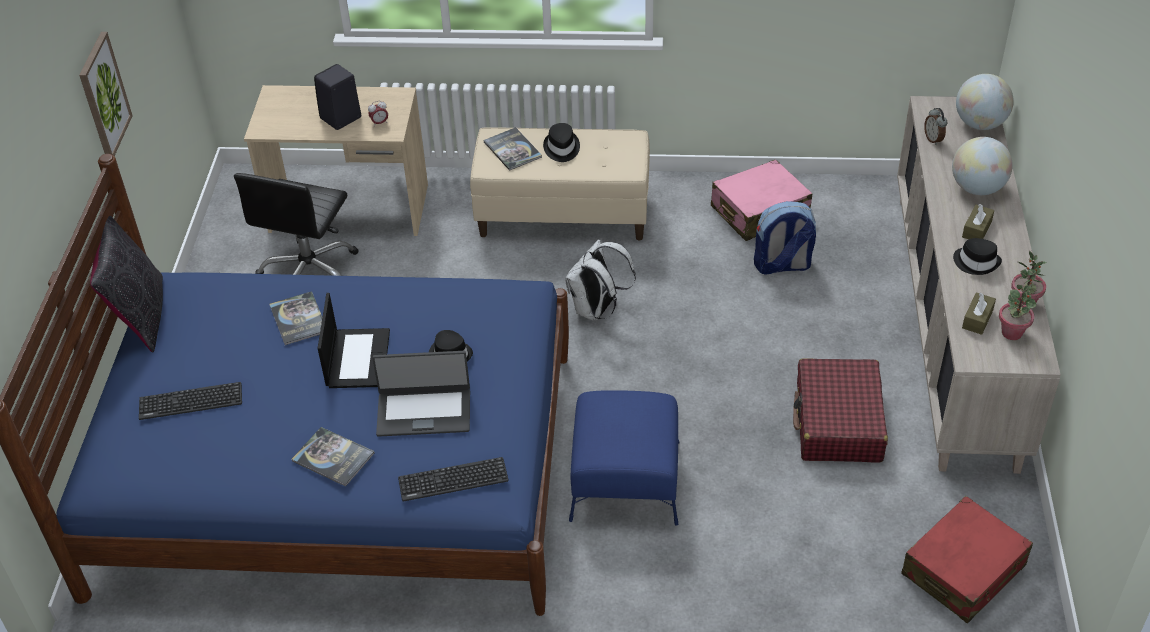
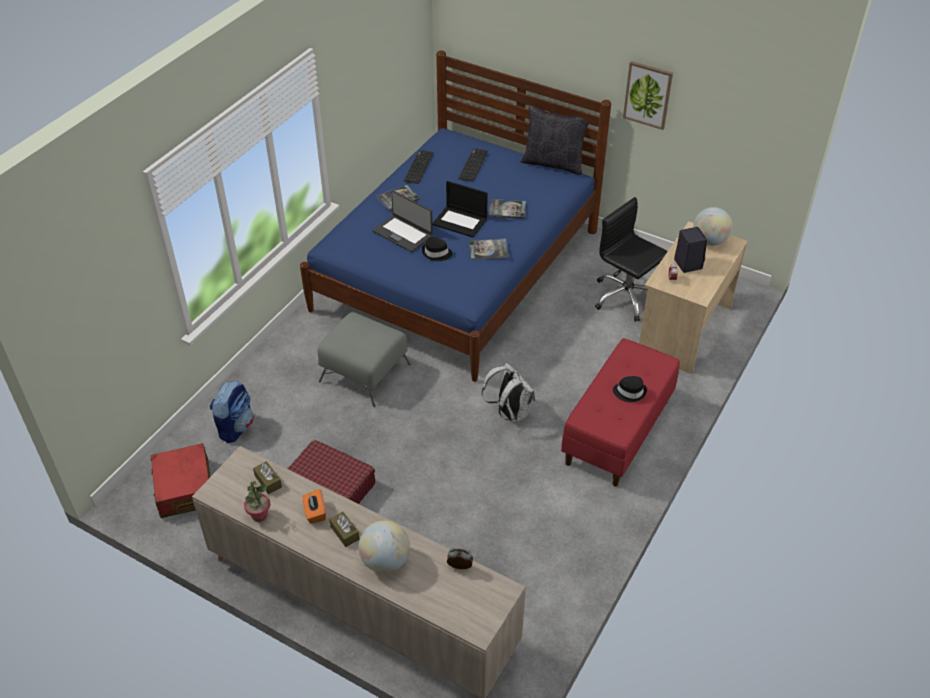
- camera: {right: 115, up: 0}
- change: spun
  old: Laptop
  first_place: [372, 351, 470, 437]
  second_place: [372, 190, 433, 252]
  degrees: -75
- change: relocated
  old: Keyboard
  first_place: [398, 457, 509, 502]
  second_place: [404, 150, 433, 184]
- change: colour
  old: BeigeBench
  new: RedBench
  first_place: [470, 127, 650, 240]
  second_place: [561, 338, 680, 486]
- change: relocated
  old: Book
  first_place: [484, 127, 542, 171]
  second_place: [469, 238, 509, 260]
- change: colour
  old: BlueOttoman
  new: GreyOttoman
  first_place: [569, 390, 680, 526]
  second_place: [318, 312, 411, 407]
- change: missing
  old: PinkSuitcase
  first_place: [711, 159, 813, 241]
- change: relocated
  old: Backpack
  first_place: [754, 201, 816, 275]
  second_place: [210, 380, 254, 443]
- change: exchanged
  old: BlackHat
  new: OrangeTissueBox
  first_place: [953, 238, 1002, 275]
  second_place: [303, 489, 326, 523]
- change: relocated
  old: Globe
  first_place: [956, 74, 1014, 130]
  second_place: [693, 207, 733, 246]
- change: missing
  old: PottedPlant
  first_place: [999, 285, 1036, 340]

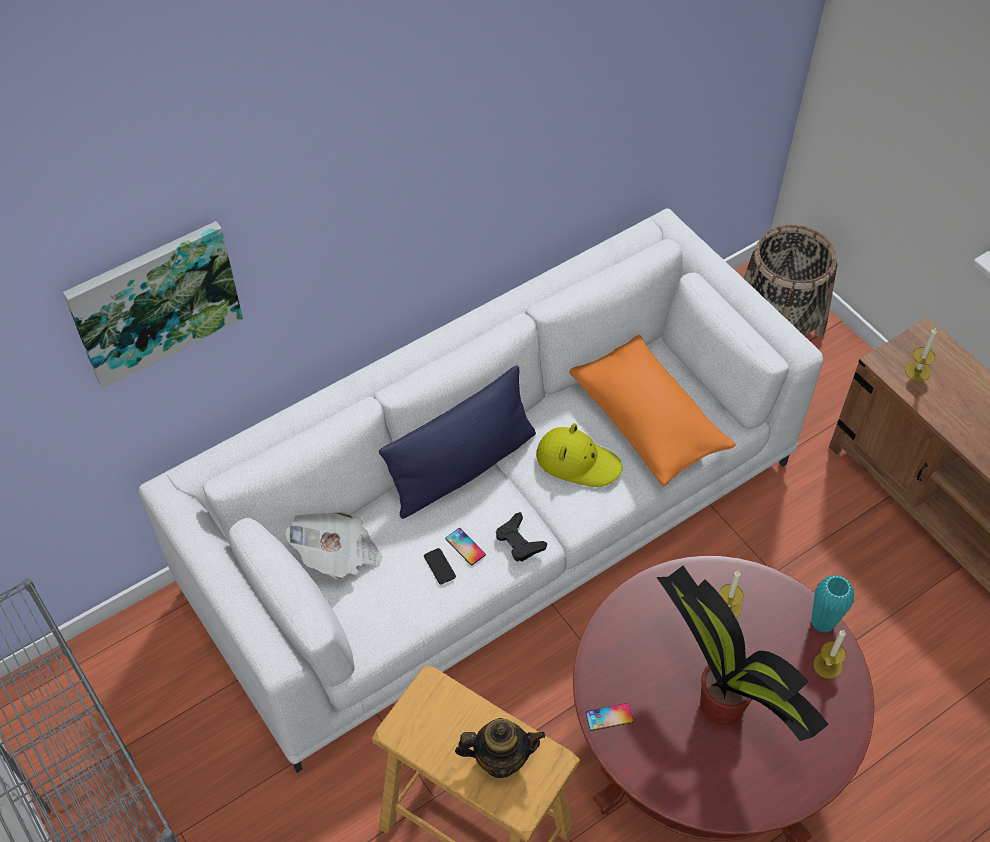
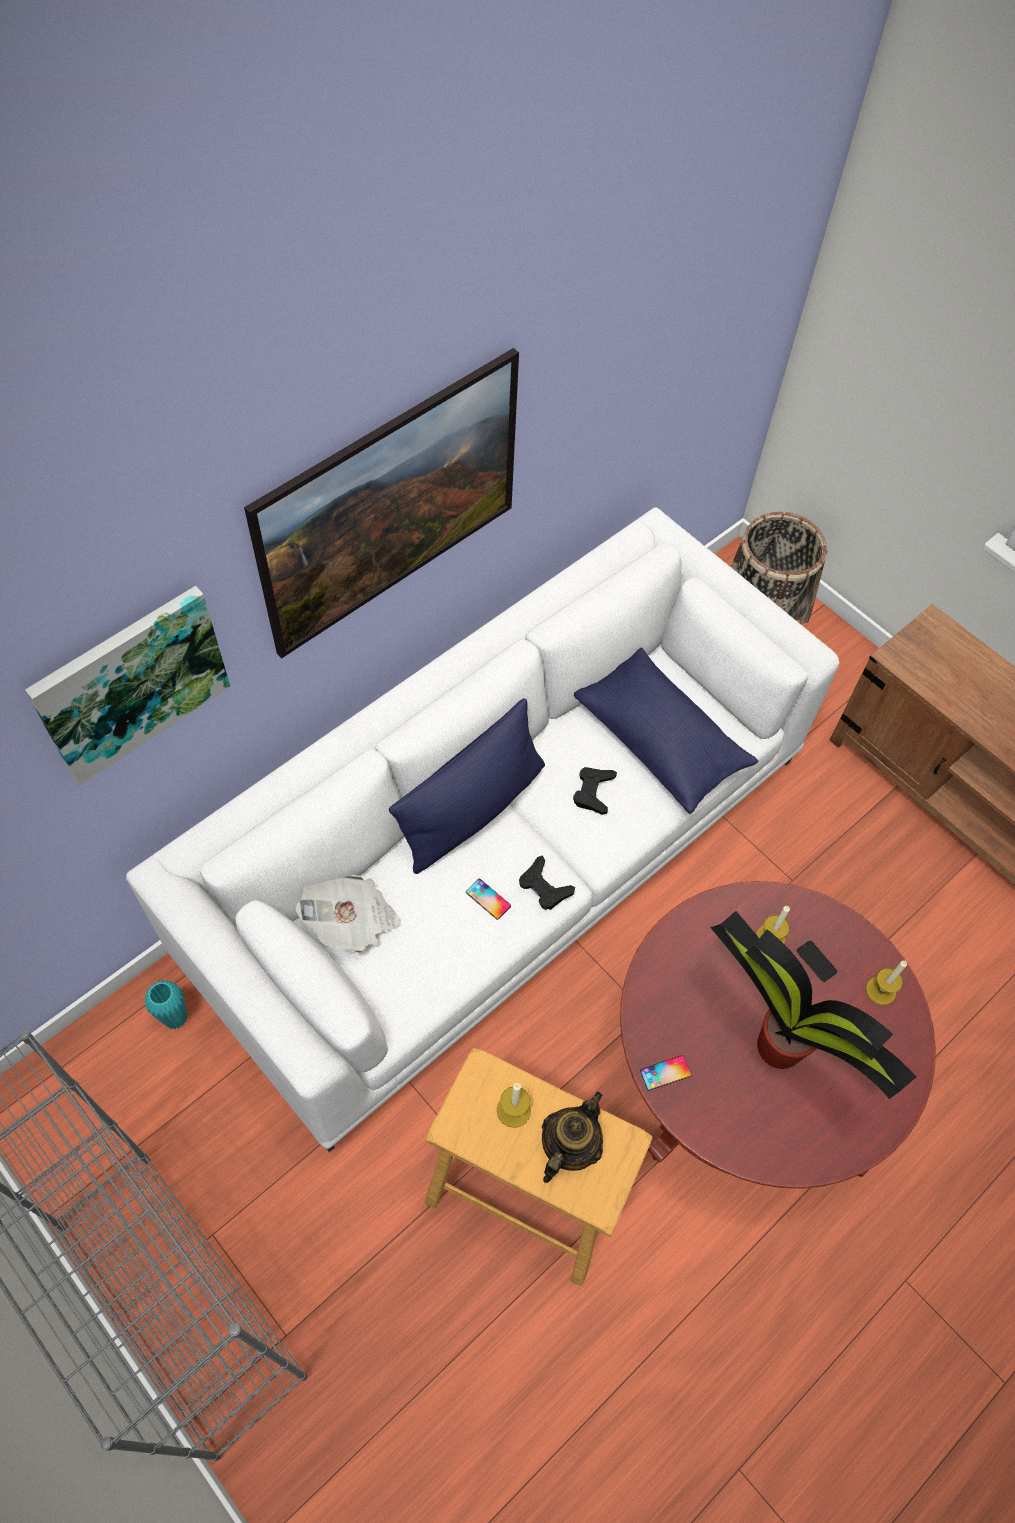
- camera: {right: -10, up: 5}
- change: relocated
  old: Phone
  first_place: [424, 548, 456, 585]
  second_place: [797, 941, 837, 982]
- change: spun
  old: Teapot
  first_place: [455, 718, 545, 778]
  second_place: [542, 1092, 603, 1183]
  degrees: -45
- change: exchanged
  old: YellowHat
  new: BlackGameController
  first_place: [536, 423, 623, 487]
  second_place: [573, 767, 617, 815]
- change: colour
  old: OrangePillow
  new: BluePillow
  first_place: [569, 335, 736, 487]
  second_place: [574, 648, 758, 814]
- change: relocated
  old: TurquoiseVase
  first_place: [811, 575, 854, 633]
  second_place: [145, 980, 187, 1029]
- change: relocated
  old: Candle
  first_place: [905, 328, 937, 382]
  second_place: [497, 1083, 531, 1128]
- change: appeared
  new: Picture
  second_place: [244, 348, 519, 658]

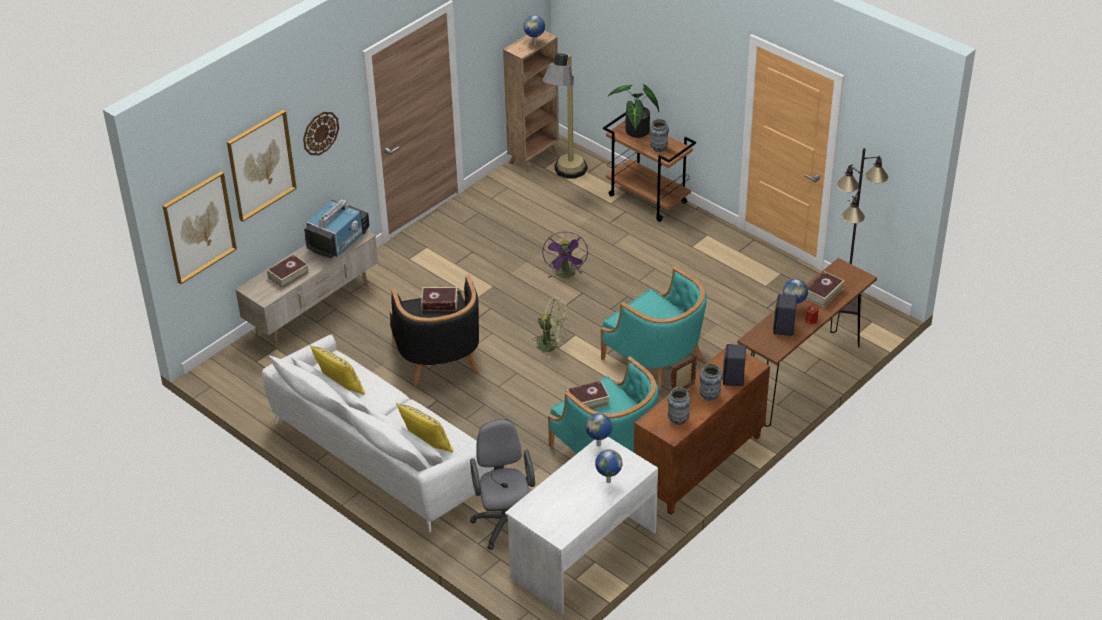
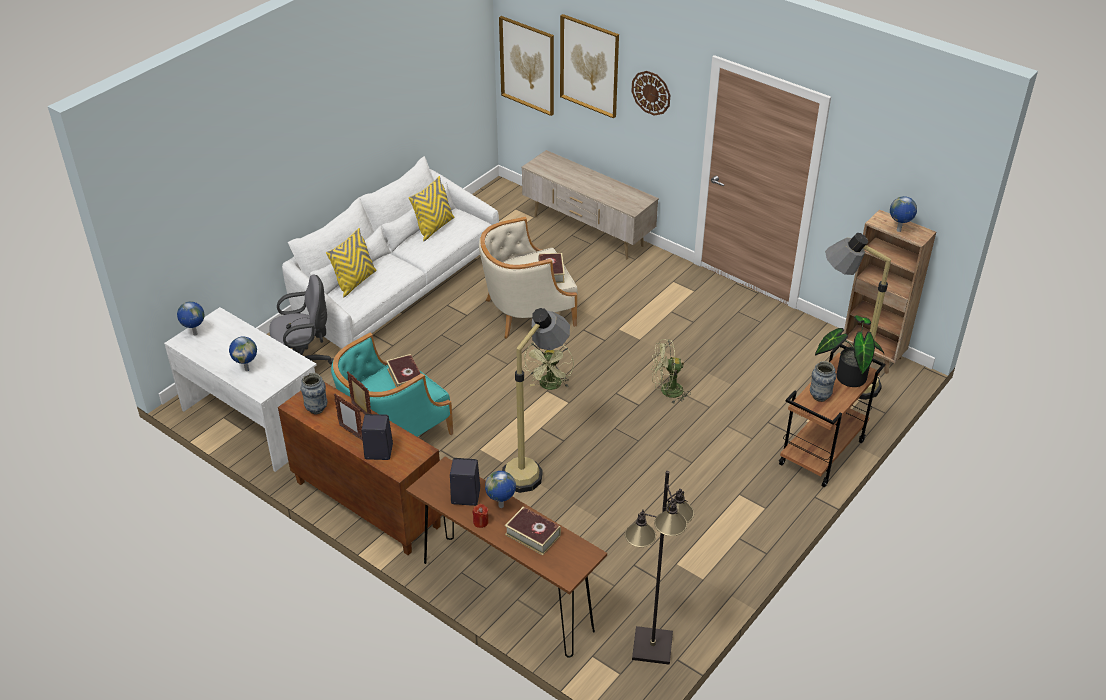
- camera: {right: 85, up: 0}
- change: missing
  old: Book
  first_place: [267, 254, 310, 289]
- change: missing
  old: Television
  first_place: [304, 199, 370, 258]
- change: colour
  old: BlackArmchair
  new: BeigeArmchair
  first_place: [389, 274, 479, 387]
  second_place: [479, 217, 578, 339]
- change: colour
  old: PurpleFan
  new: GreenFan
  first_place: [542, 232, 588, 278]
  second_place: [651, 340, 691, 403]
- change: relocated
  old: Globe
  first_place: [585, 413, 612, 446]
  second_place: [177, 301, 205, 336]
- change: exchanged
  old: TurquoiseArmchair
  new: FloorLamp
  first_place: [601, 266, 707, 391]
  second_place: [502, 308, 570, 493]
- change: exchanged
  old: Vase
  new: PictureFrame
  first_place: [699, 363, 722, 401]
  second_place: [334, 393, 363, 441]

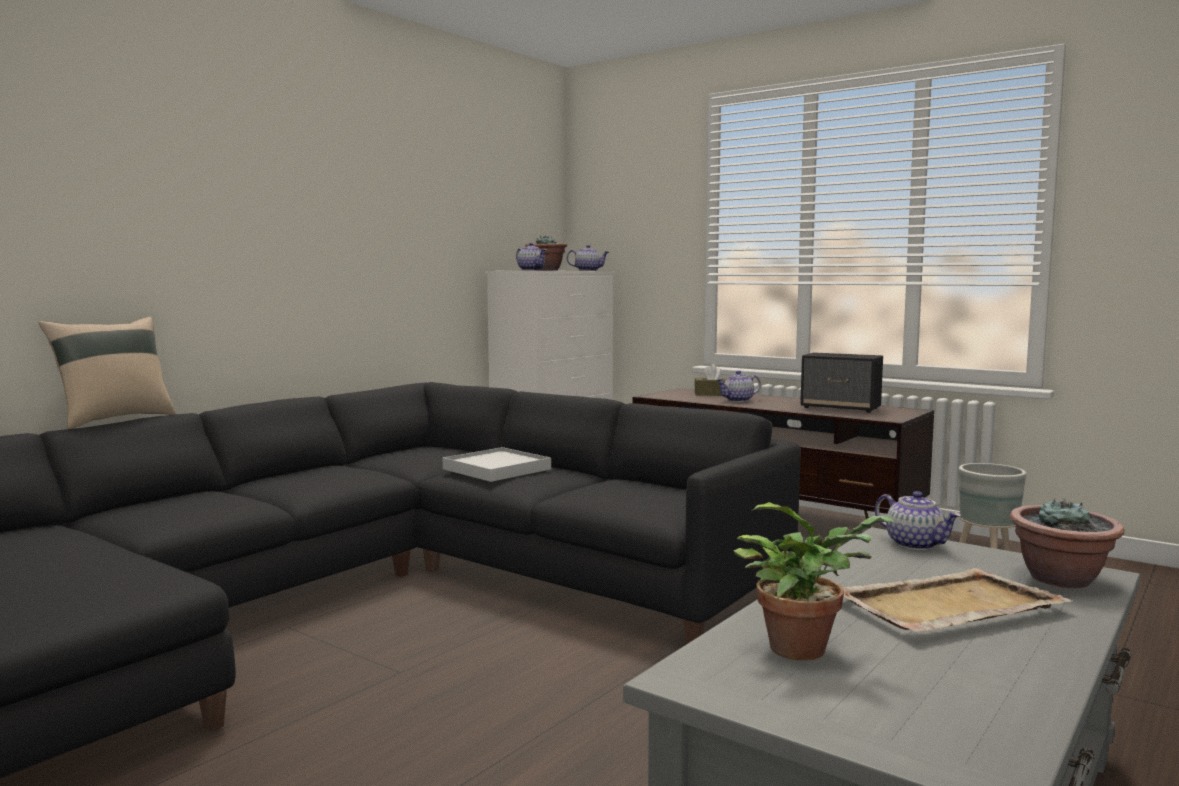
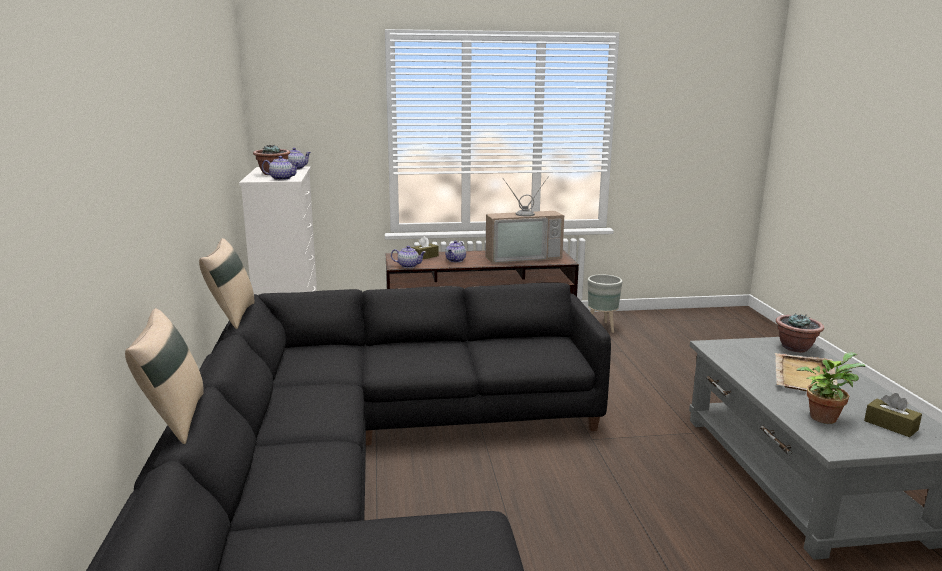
- camera: {right: -45, up: 10}
- change: missing
  old: WhiteTray
  first_place: [443, 447, 551, 482]
- change: exchanged
  old: Speaker
  new: Television
  first_place: [800, 352, 883, 413]
  second_place: [485, 176, 564, 263]
- change: relocated
  old: Teapot
  first_place: [875, 491, 961, 550]
  second_place: [391, 246, 426, 268]
- change: appeared
  new: BeigePillow
  second_place: [199, 238, 255, 329]
- change: appeared
  new: BrownTissueBox
  second_place: [864, 393, 922, 437]

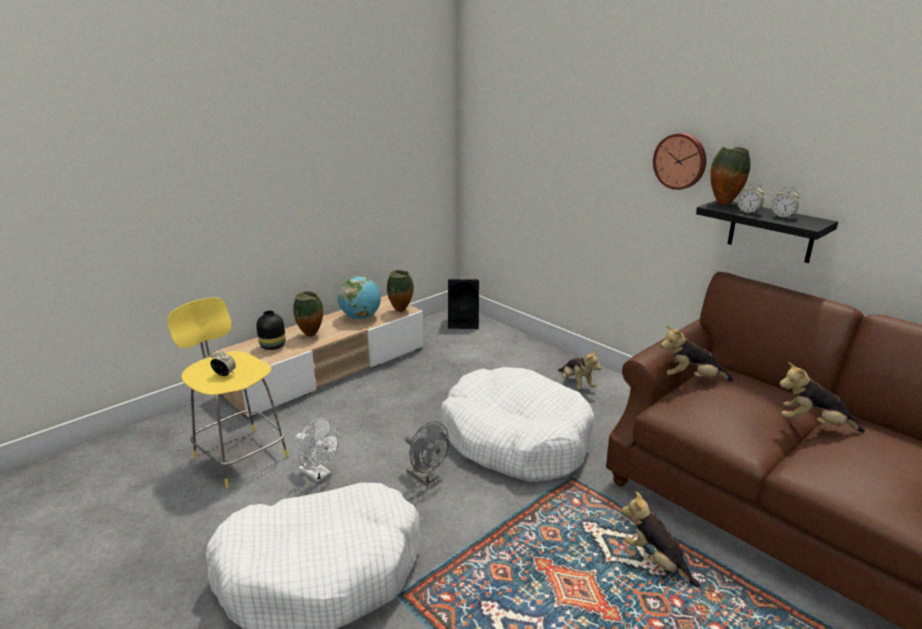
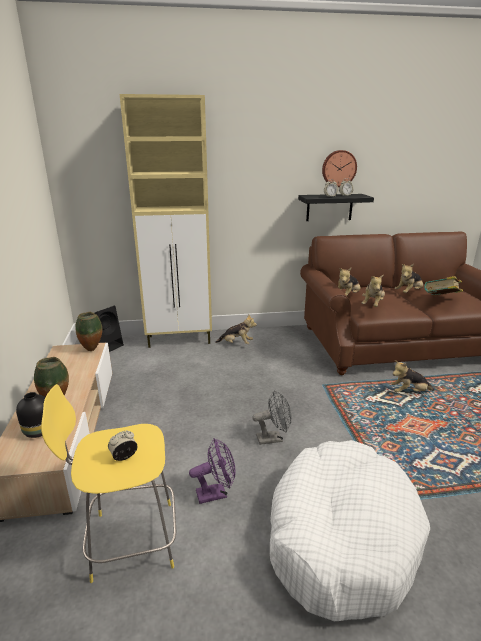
- camera: {right: -55, up: 0}
- change: colour
  old: WhiteFan
  new: PurpleFan
  first_place: [296, 418, 339, 482]
  second_place: [189, 438, 236, 504]
- change: missing
  old: Globe
  first_place: [338, 277, 381, 319]
- change: missing
  old: WhiteDogBed
  first_place: [440, 367, 595, 482]
- change: relocated
  old: WallClock
  first_place: [653, 133, 706, 190]
  second_place: [322, 150, 357, 187]
- change: missing
  old: Vase
  first_place: [710, 146, 750, 205]
- change: appeared
  new: BeigeCabinet
  second_place: [119, 94, 212, 348]
- change: appeared
  new: PlushToy
  second_place: [362, 274, 385, 307]
- change: appeared
  new: Book
  second_place: [424, 276, 463, 296]

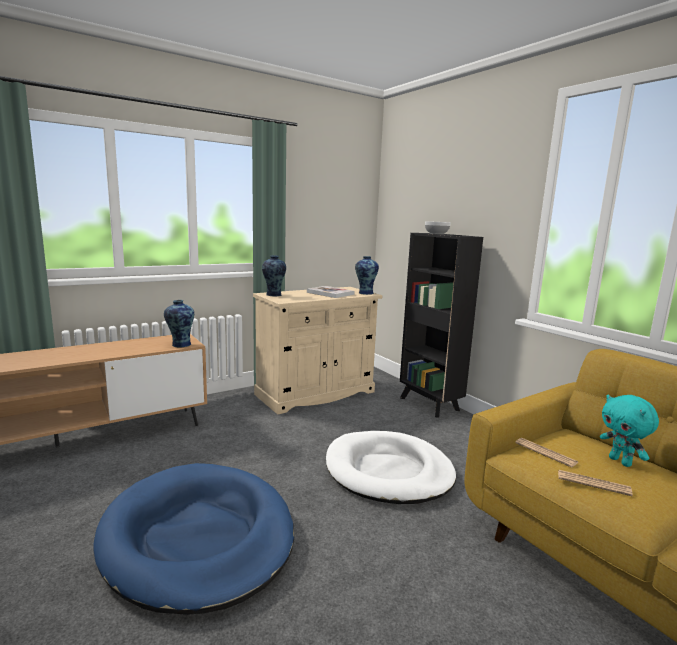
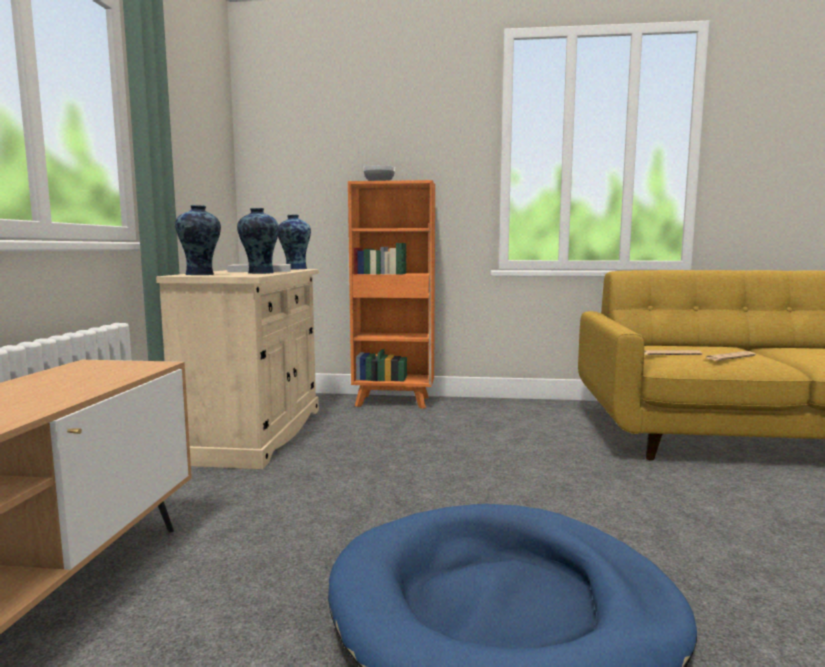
- camera: {right: -50, up: -5}
- change: relocated
  old: Vase
  first_place: [164, 300, 194, 347]
  second_place: [237, 208, 279, 274]
- change: missing
  old: WhiteDogBed
  first_place: [326, 431, 456, 504]
- change: colour
  old: BlackBookcase
  new: OrangeBookcase
  first_place: [400, 233, 483, 418]
  second_place: [348, 180, 435, 409]
- change: missing
  old: TurquoisePlushToy
  first_place: [600, 395, 659, 467]

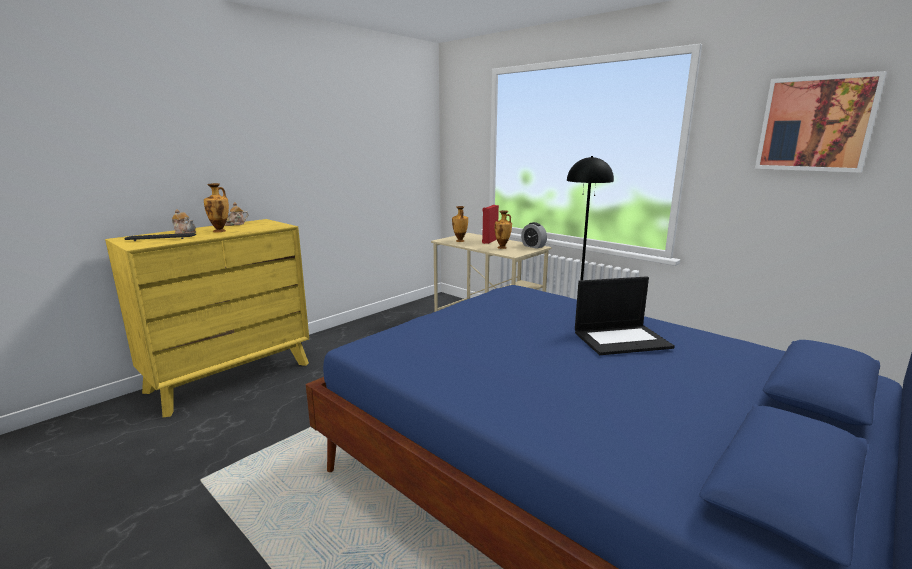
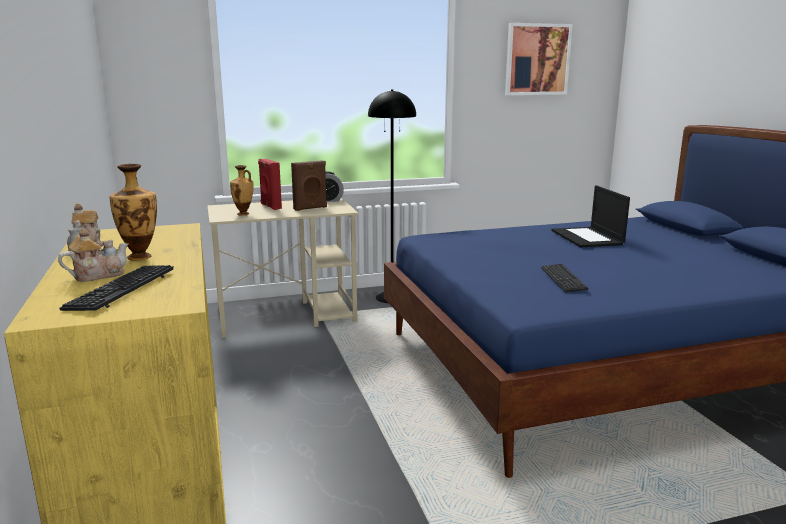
- camera: {right: -60, up: 0}
- change: exchanged
  old: Vase
  new: BrownSpeaker
  first_place: [495, 210, 512, 249]
  second_place: [291, 160, 327, 211]
- change: spun
  old: Laptop
  first_place: [575, 276, 675, 355]
  second_place: [551, 185, 630, 248]
  degrees: 150
- change: appeared
  new: Keyboard
  second_place: [541, 264, 588, 292]

